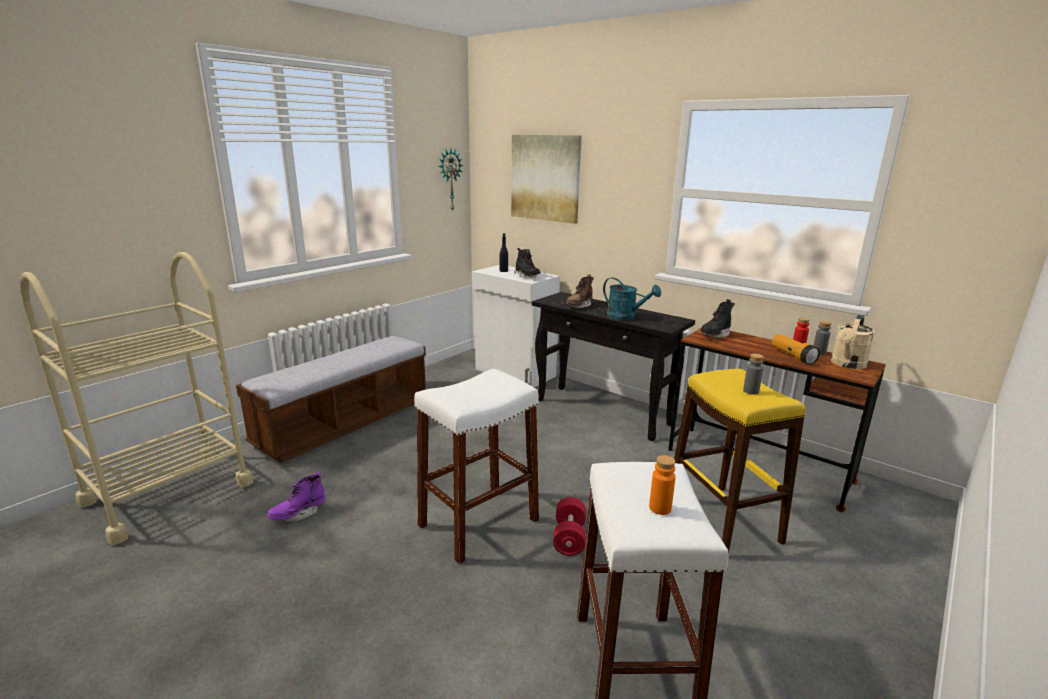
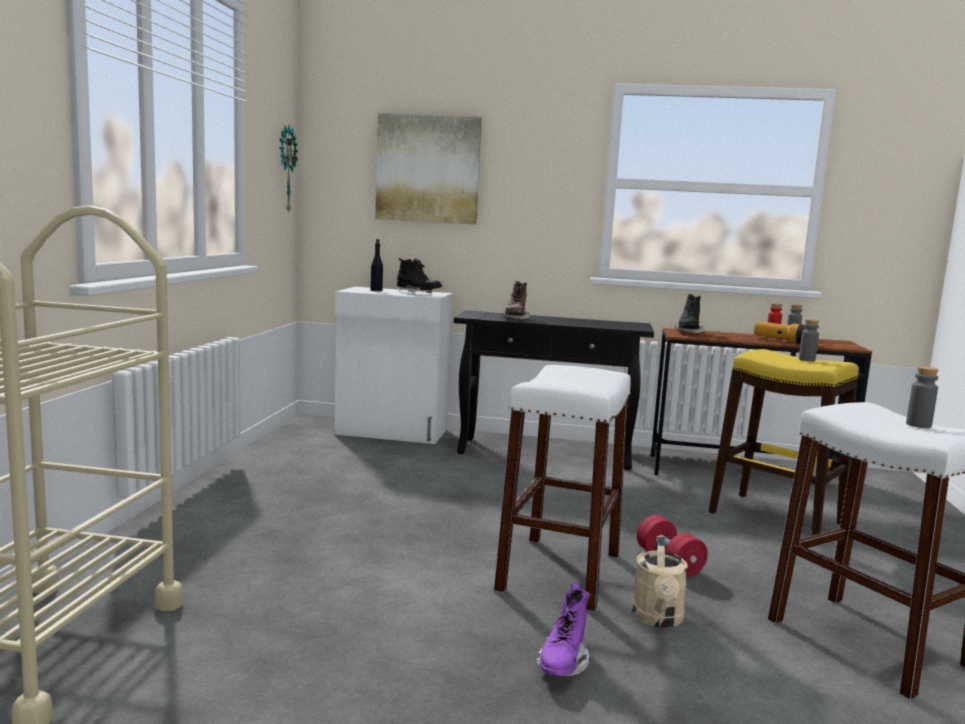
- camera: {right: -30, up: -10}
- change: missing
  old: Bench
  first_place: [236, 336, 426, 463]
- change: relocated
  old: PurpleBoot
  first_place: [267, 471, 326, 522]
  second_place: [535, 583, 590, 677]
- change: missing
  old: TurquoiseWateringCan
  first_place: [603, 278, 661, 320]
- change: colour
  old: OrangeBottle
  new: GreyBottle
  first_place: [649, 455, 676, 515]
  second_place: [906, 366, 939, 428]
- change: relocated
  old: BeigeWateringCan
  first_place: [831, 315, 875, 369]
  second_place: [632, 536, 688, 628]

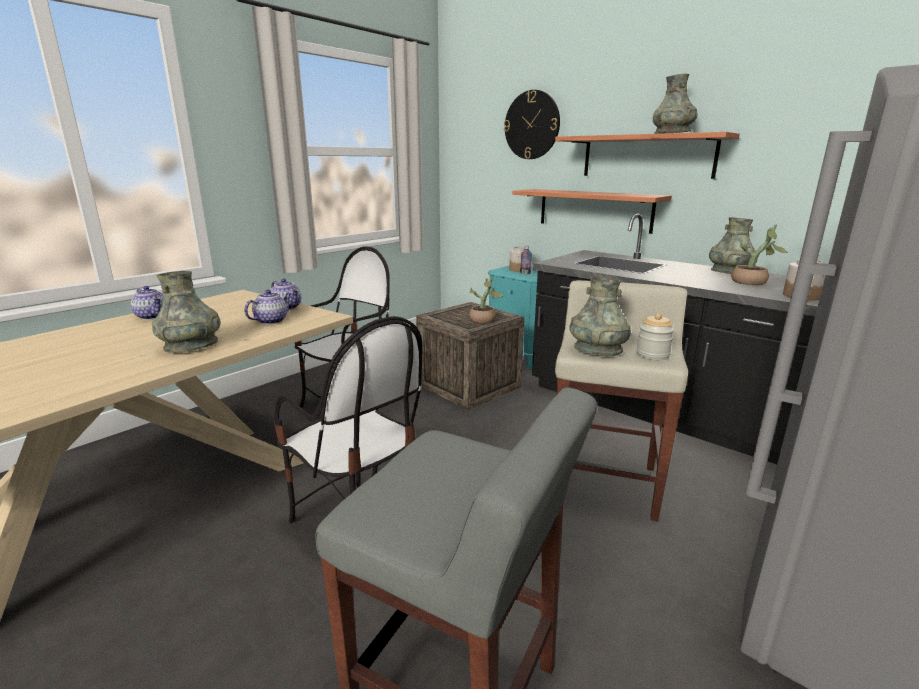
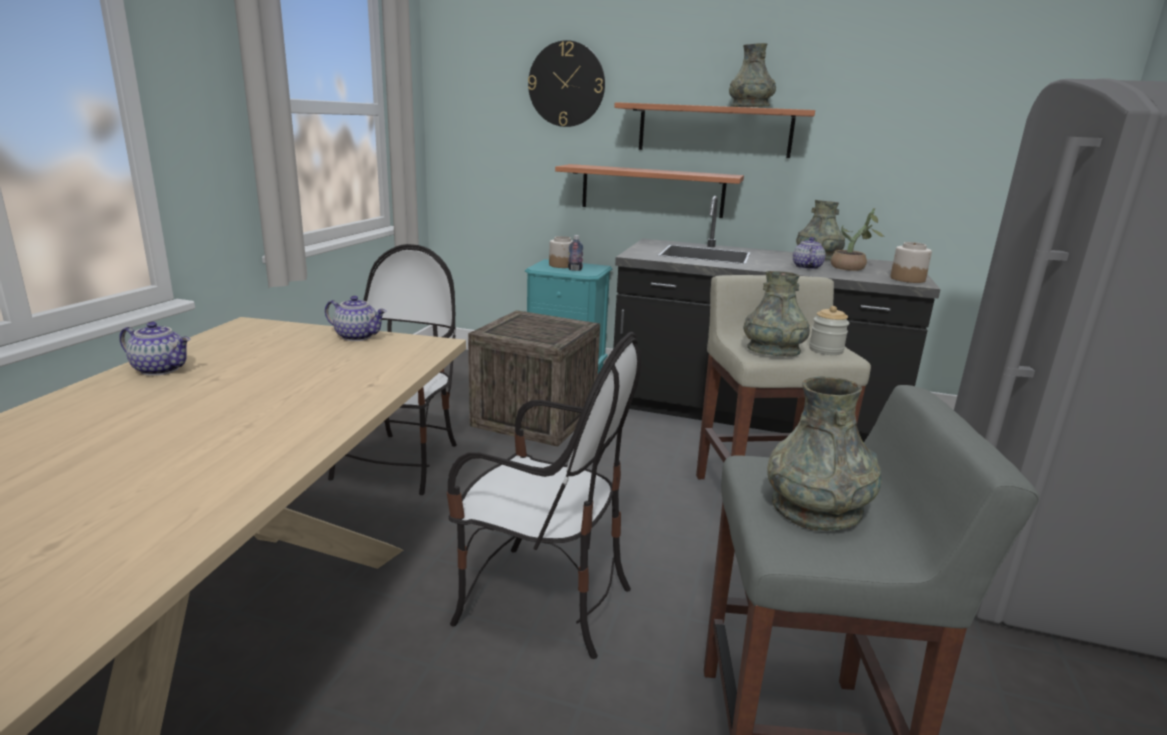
- camera: {right: -25, up: 0}
- change: relocated
  old: GreyVase
  first_place: [152, 271, 221, 353]
  second_place: [768, 376, 882, 531]
- change: relocated
  old: Teapot
  first_place: [244, 290, 291, 324]
  second_place: [793, 237, 826, 270]
- change: missing
  old: PottedPlant
  first_place: [469, 275, 503, 323]

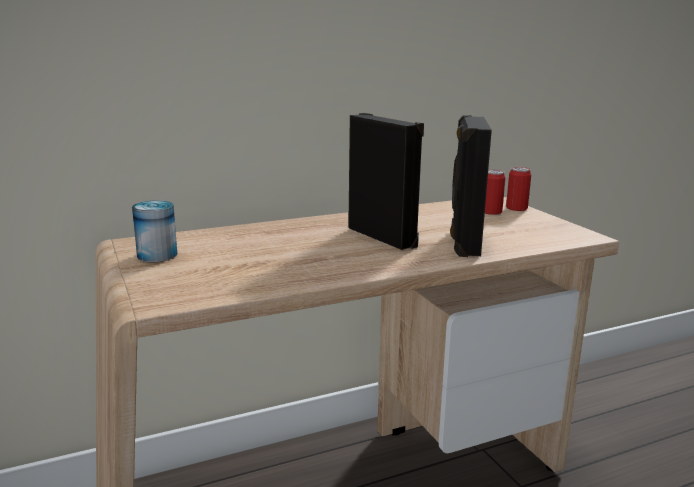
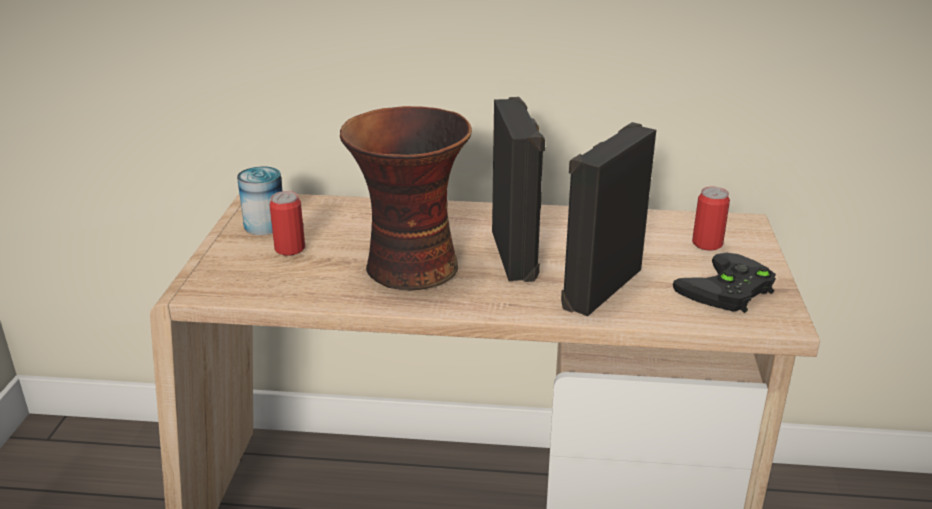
- camera: {right: 30, up: 10}
- change: relocated
  old: Can
  first_place: [506, 167, 531, 211]
  second_place: [270, 191, 305, 256]
- change: appeared
  new: Vase
  second_place: [340, 106, 472, 291]
- change: appeared
  new: BlackGameController
  second_place: [673, 252, 776, 313]

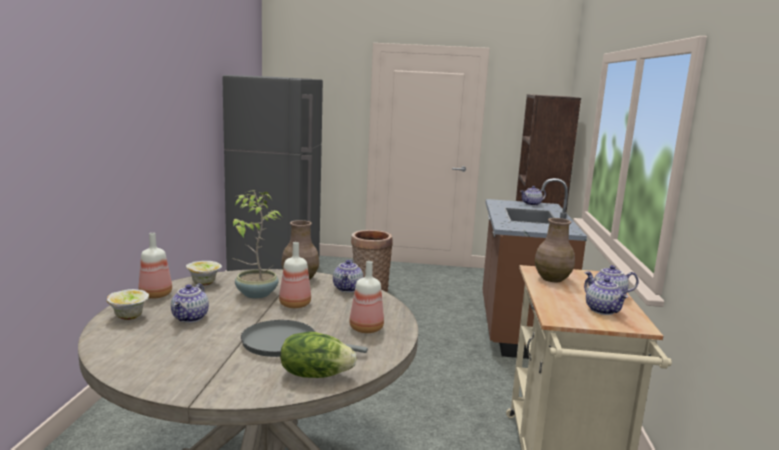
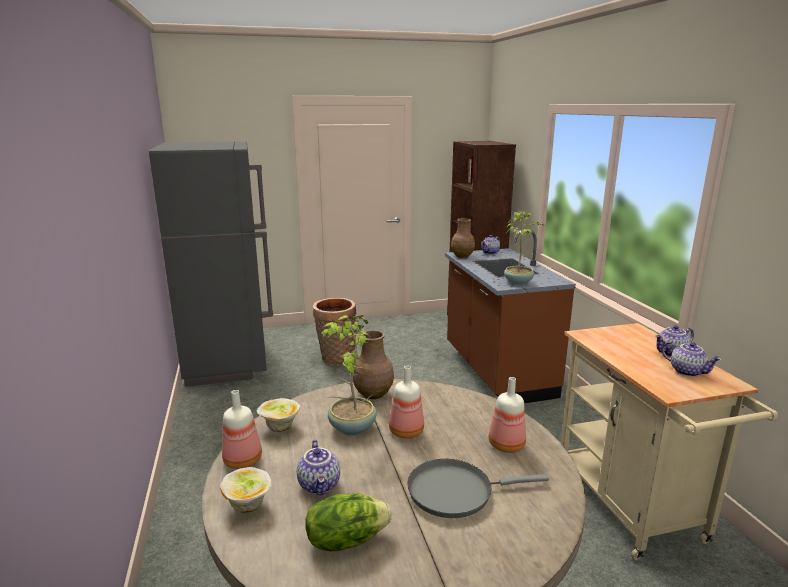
- camera: {right: -20, up: 5}
- change: relocated
  old: Lettuce
  first_place: [280, 332, 357, 378]
  second_place: [305, 493, 392, 551]
- change: missing
  old: Teapot
  first_place: [333, 260, 363, 292]
- change: relocated
  old: BrownVase
  first_place: [535, 218, 575, 282]
  second_place: [451, 218, 475, 258]
- change: appeared
  new: PottedPlant
  second_place: [504, 210, 543, 285]

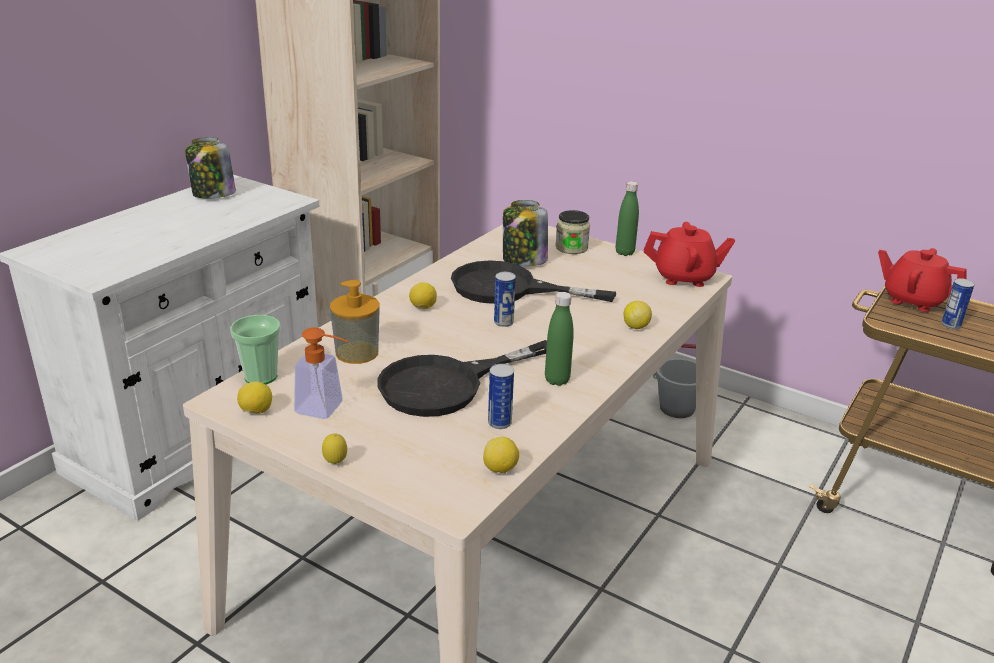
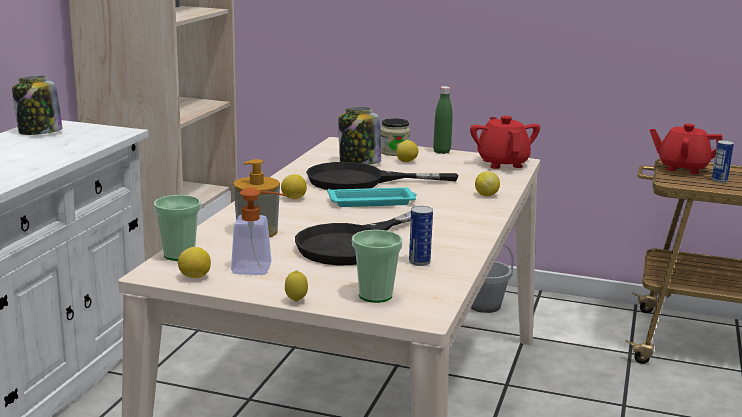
- camera: {right: -15, up: -10}
- change: relocated
  old: Lemon
  first_place: [483, 437, 519, 473]
  second_place: [397, 140, 418, 162]
- change: exchanged
  old: Can
  new: TurquoiseTray
  first_place: [494, 272, 516, 327]
  second_place: [327, 187, 417, 207]
- change: missing
  old: GreenBottle
  first_place: [545, 292, 574, 386]
- change: spun
  old: RedTeapot
  first_place: [644, 222, 735, 287]
  second_place: [470, 116, 540, 169]
  degrees: -90
- change: appeared
  new: Cup
  second_place: [352, 230, 403, 303]

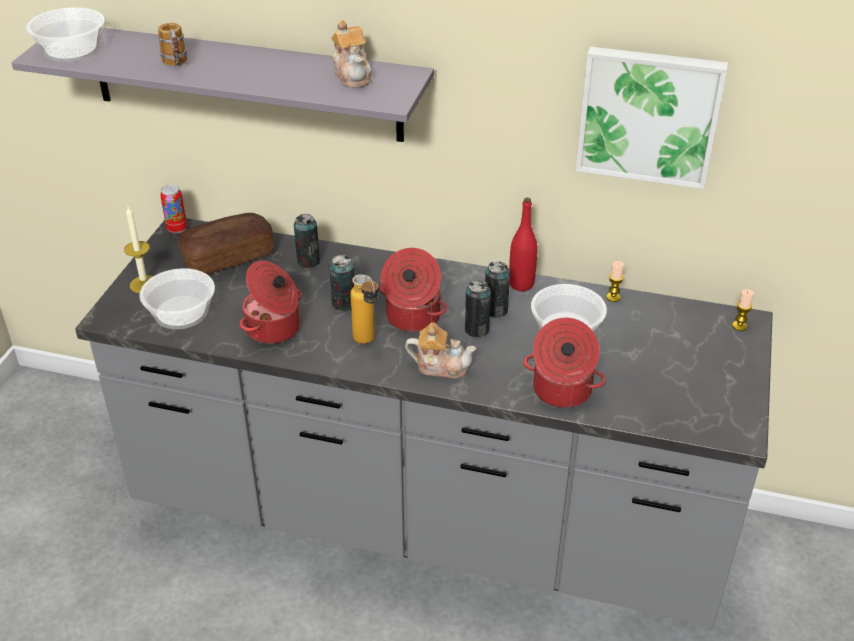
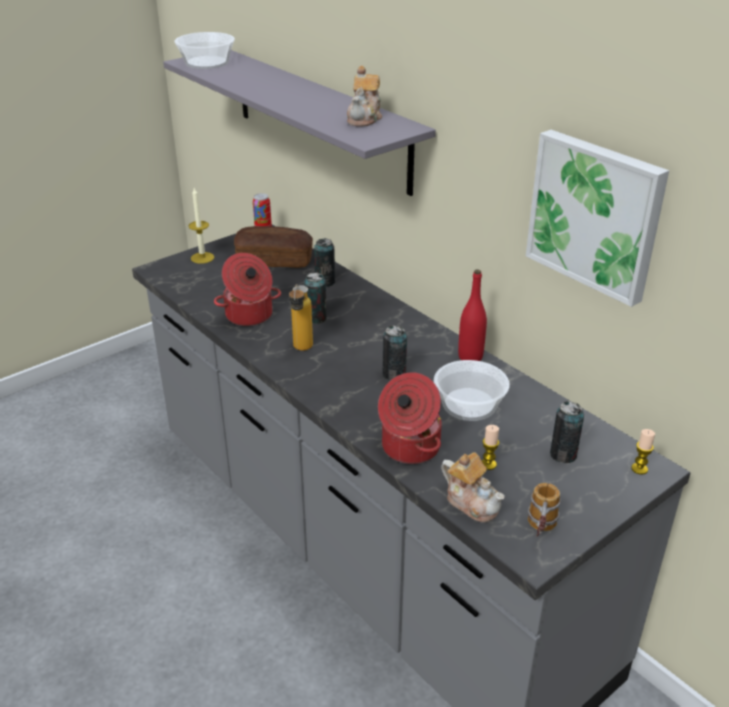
- camera: {right: 35, up: -5}
- change: missing
  old: Bowl
  first_place: [139, 268, 215, 329]
- change: relocated
  old: Mug
  first_place: [158, 23, 187, 66]
  second_place: [528, 483, 561, 537]
- change: missing
  old: CookingPot
  first_place: [379, 248, 447, 332]
- change: relocated
  old: Teapot
  first_place: [405, 322, 476, 379]
  second_place: [441, 452, 505, 523]
- change: relocated
  old: Can
  first_place: [485, 261, 510, 318]
  second_place: [550, 401, 584, 463]
- change: relocated
  old: Candle
  first_place: [606, 261, 624, 302]
  second_place: [482, 425, 499, 470]

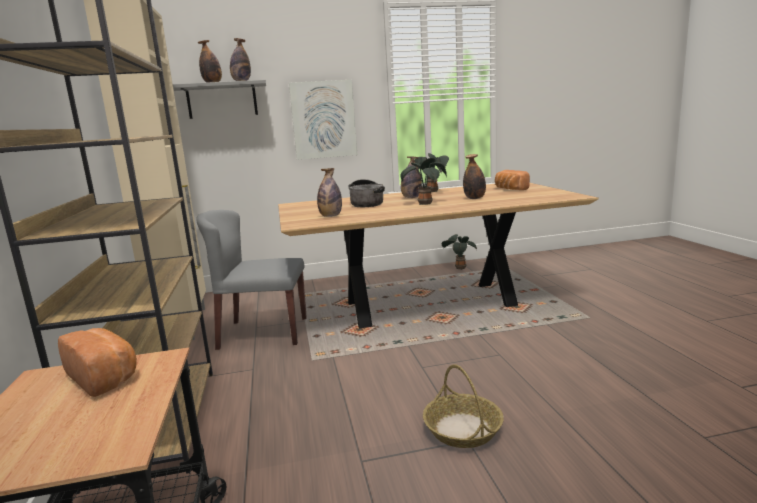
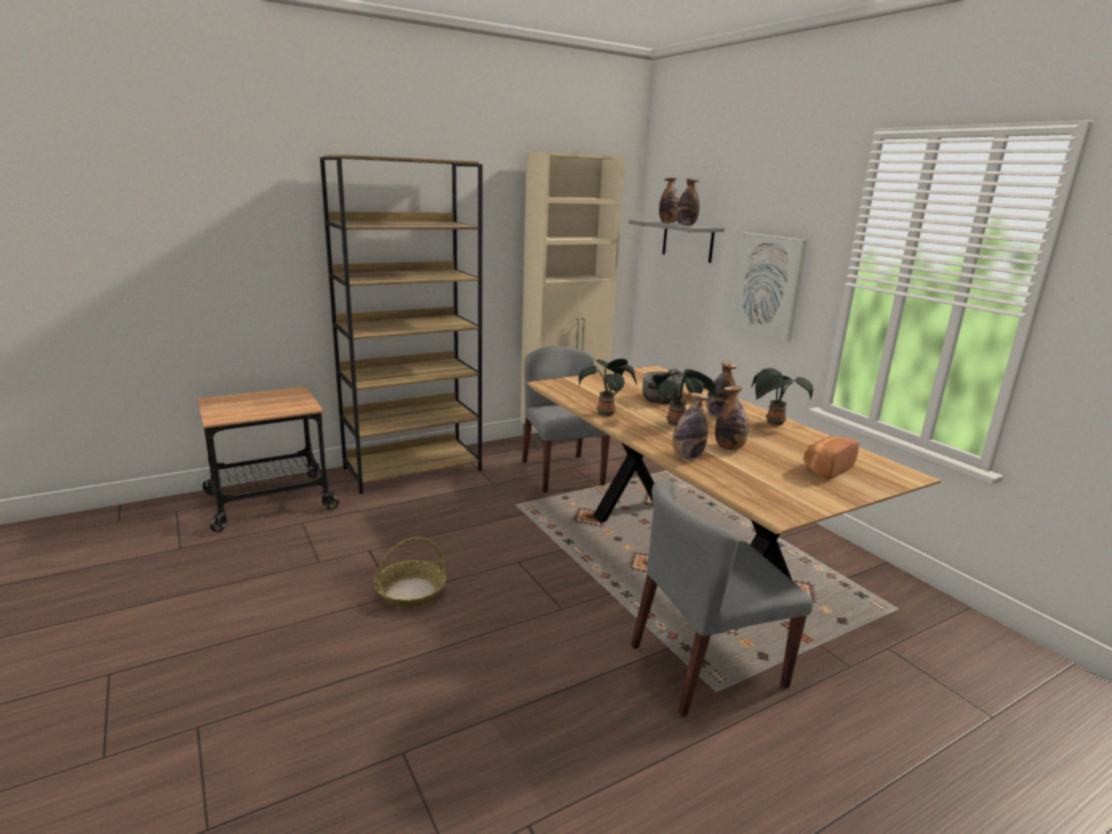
- camera: {right: 70, up: 5}
- change: missing
  old: Bread
  first_place: [58, 328, 137, 397]
- change: relocated
  old: Bottle
  first_place: [317, 168, 342, 217]
  second_place: [673, 393, 709, 459]
- change: relocated
  old: PottedPlant
  first_place: [442, 234, 477, 270]
  second_place: [579, 359, 637, 416]
- change: appeared
  new: GreyChair
  second_place: [631, 479, 813, 717]

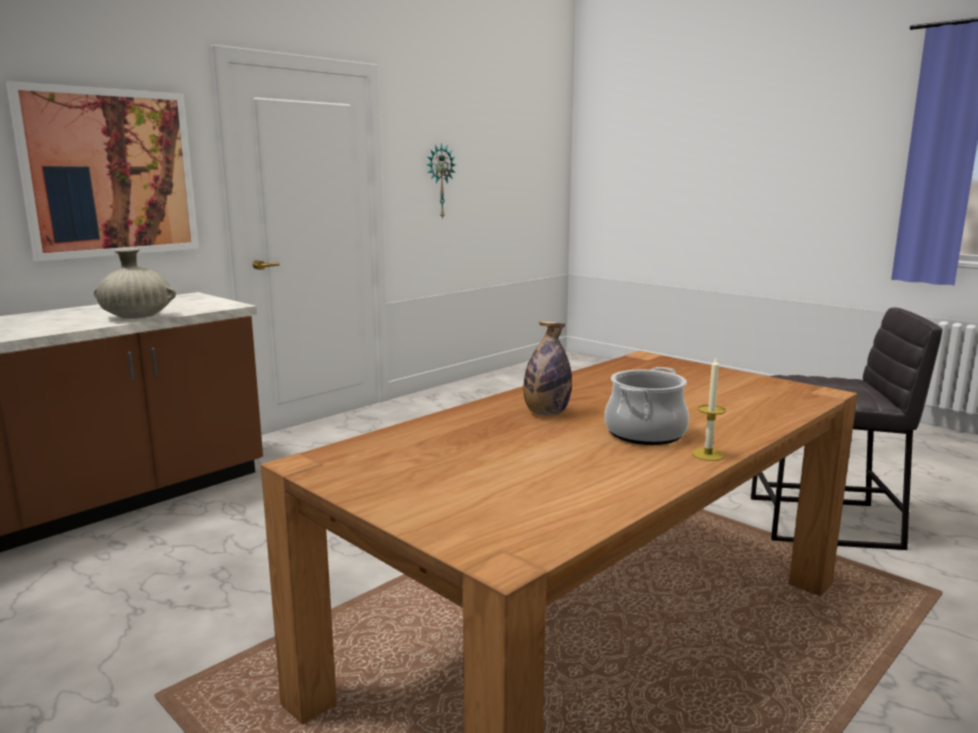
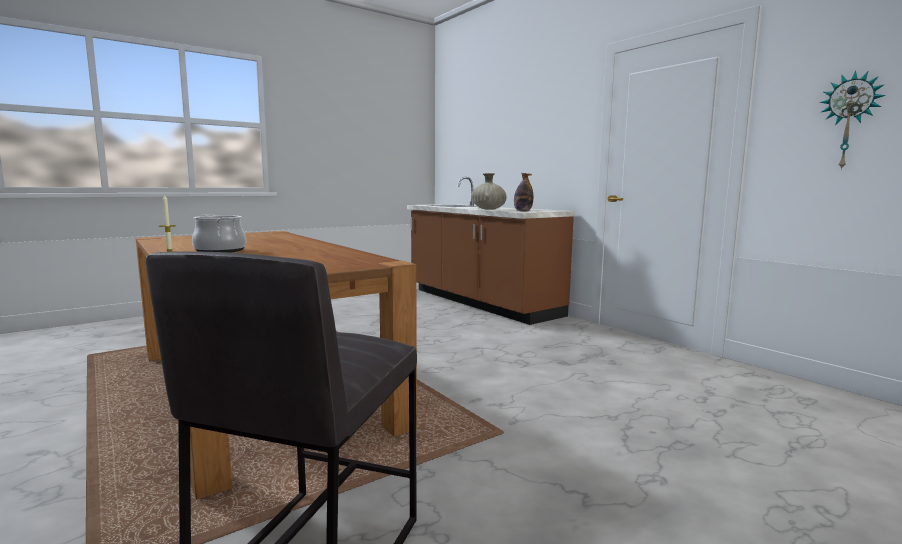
- camera: {right: 100, up: -5}
- change: missing
  old: Picture
  first_place: [6, 81, 199, 261]
- change: relocated
  old: Bottle
  first_place: [524, 321, 572, 415]
  second_place: [514, 173, 533, 212]

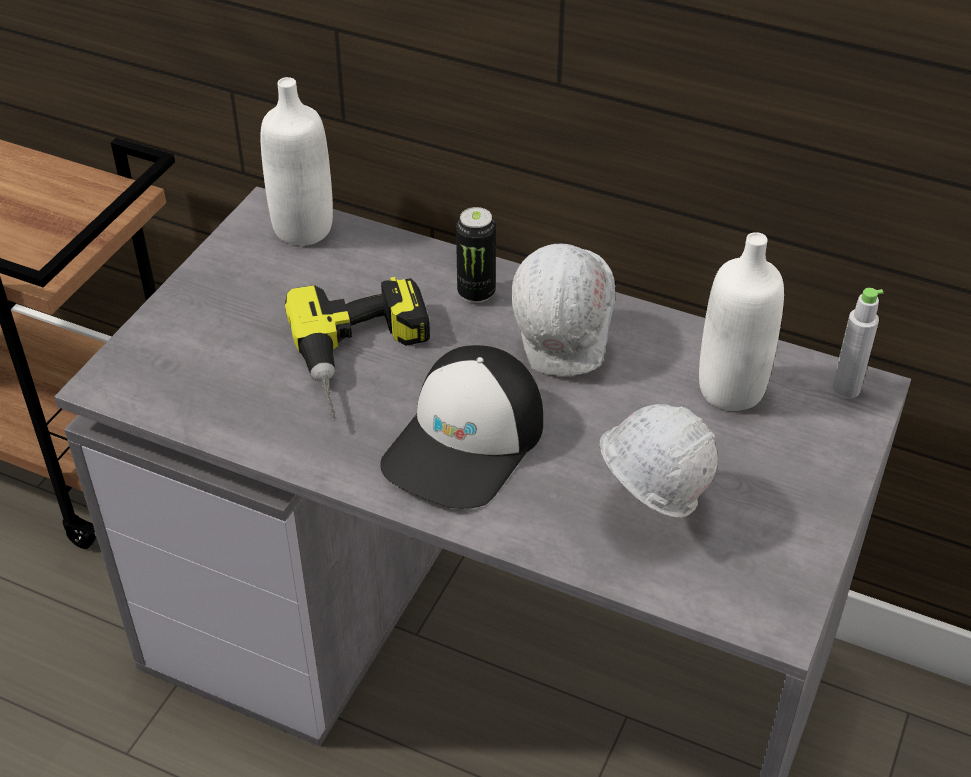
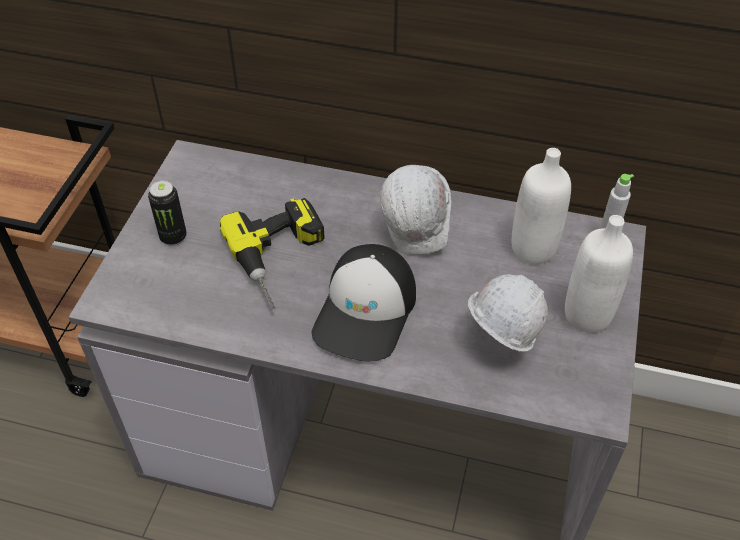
- camera: {right: -10, up: 5}
- change: relocated
  old: WhiteBottle
  first_place: [260, 77, 333, 246]
  second_place: [565, 215, 633, 333]
- change: relocated
  old: Can
  first_place: [456, 207, 496, 303]
  second_place: [148, 180, 187, 246]

